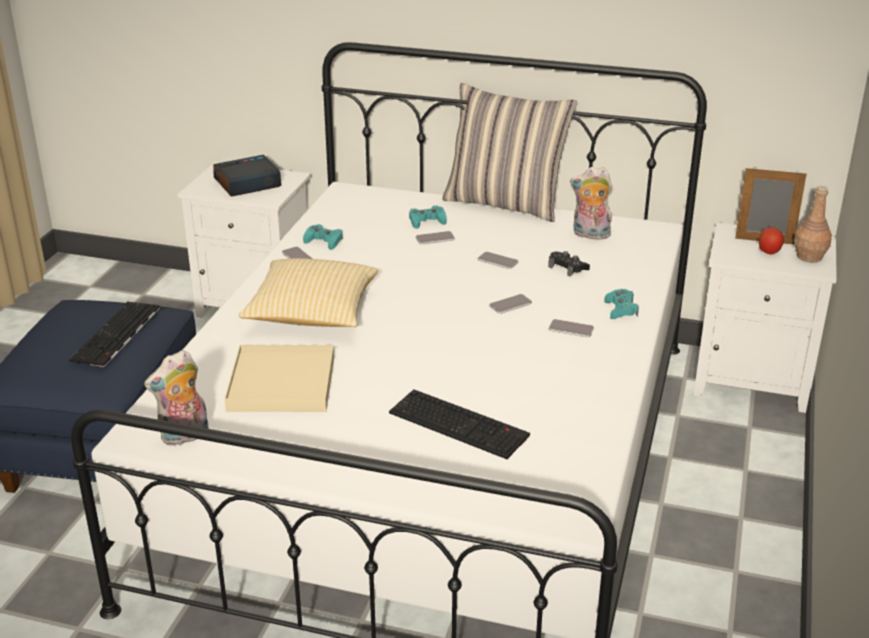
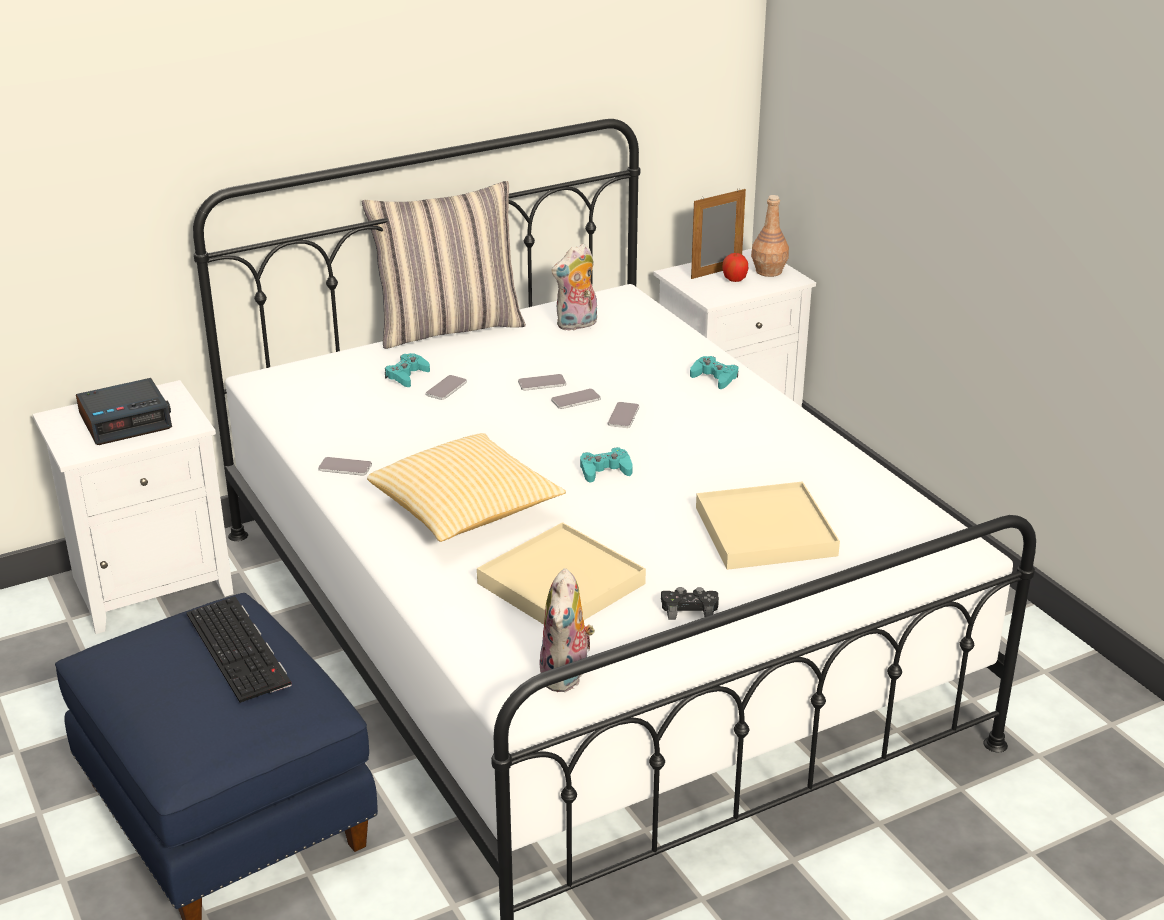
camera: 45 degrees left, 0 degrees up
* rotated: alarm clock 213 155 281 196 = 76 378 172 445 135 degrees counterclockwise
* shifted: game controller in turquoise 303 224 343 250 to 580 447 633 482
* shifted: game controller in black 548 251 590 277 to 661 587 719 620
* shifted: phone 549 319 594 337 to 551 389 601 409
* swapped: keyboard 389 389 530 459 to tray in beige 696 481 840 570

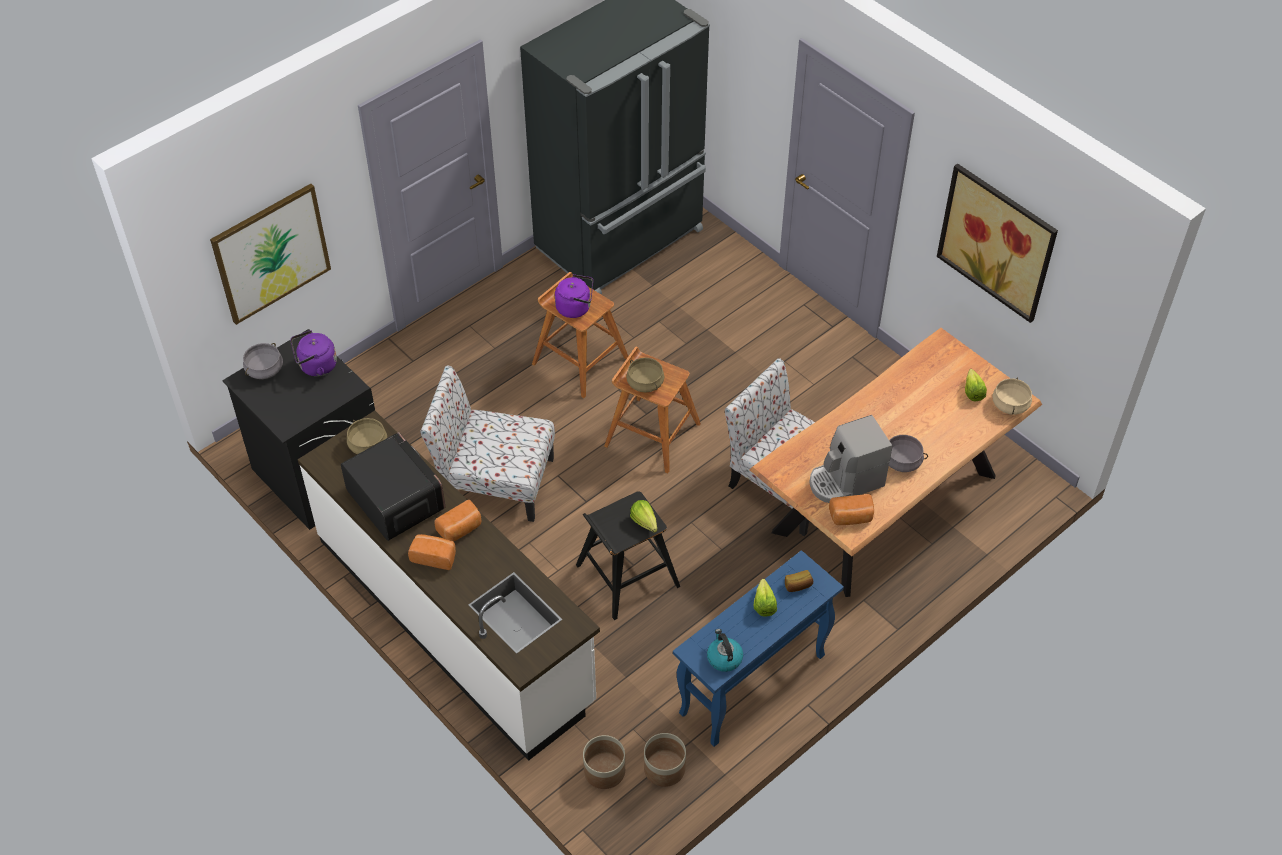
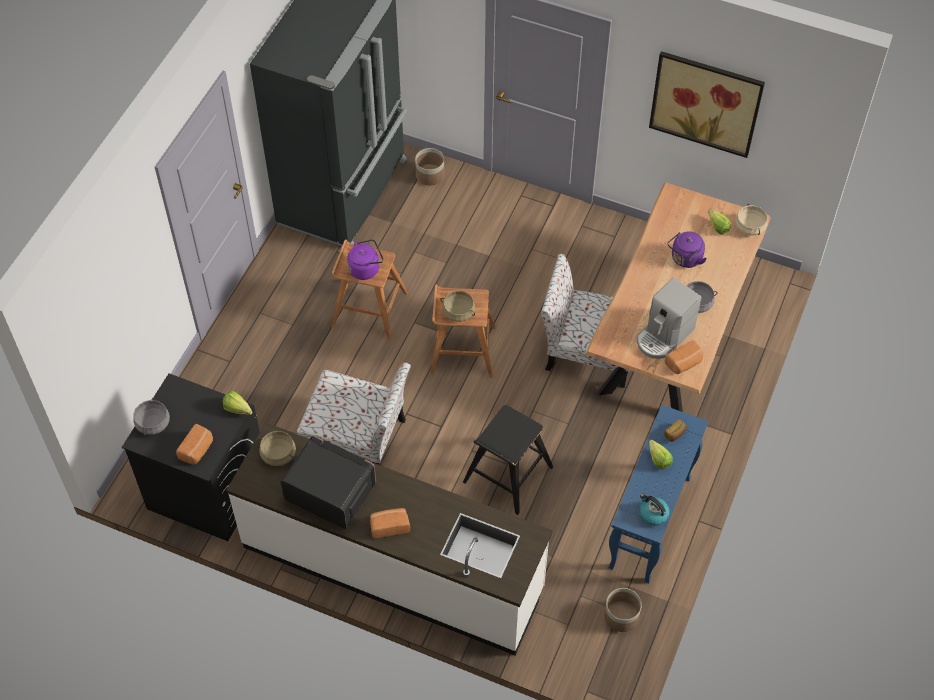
camera: 25 degrees left, 5 degrees up
* gone: picture 210 184 331 325
* shifted: kettle in purple 291 330 337 377 to 667 231 707 268
* rotated: chair 420 366 555 522 = 297 362 411 466 150 degrees counterclockwise
* shifted: bread 435 500 481 542 to 176 424 213 465
* shifted: lettuce 630 500 657 533 to 223 391 252 415
* shifted: planter 583 735 625 789 to 415 148 445 185

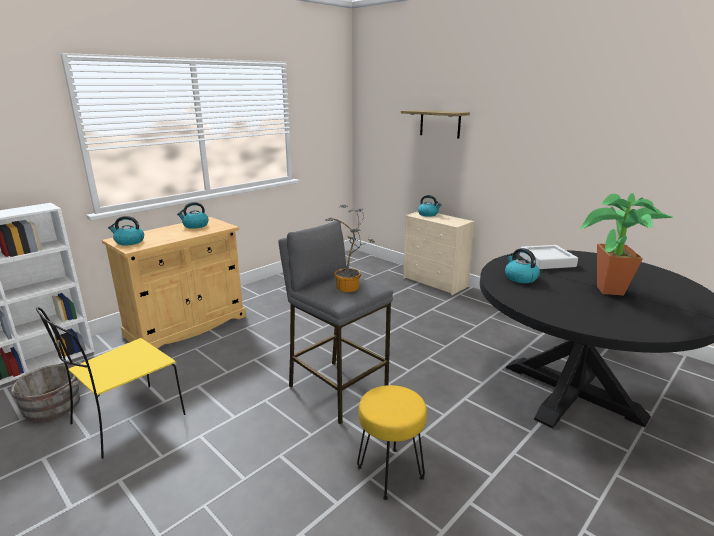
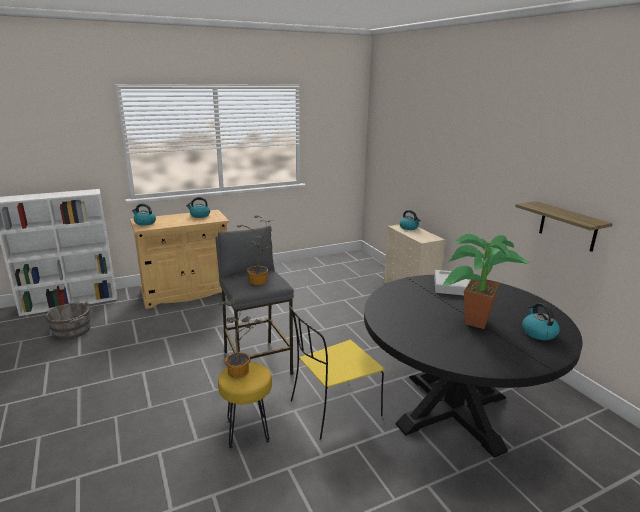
camera: 20 degrees right, 0 degrees up
* shifted: shelf 401 110 470 139 to 515 201 613 252
* shifted: kettle 505 248 540 283 to 522 303 560 340
* shifted: chair in yellow 36 307 186 459 to 289 306 385 440
* new: potted plant 219 297 264 378

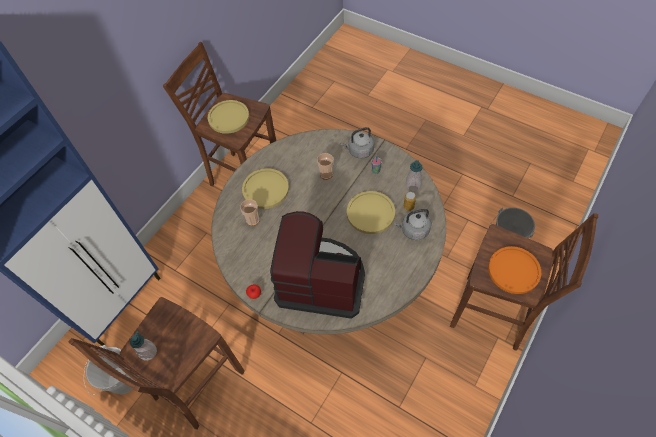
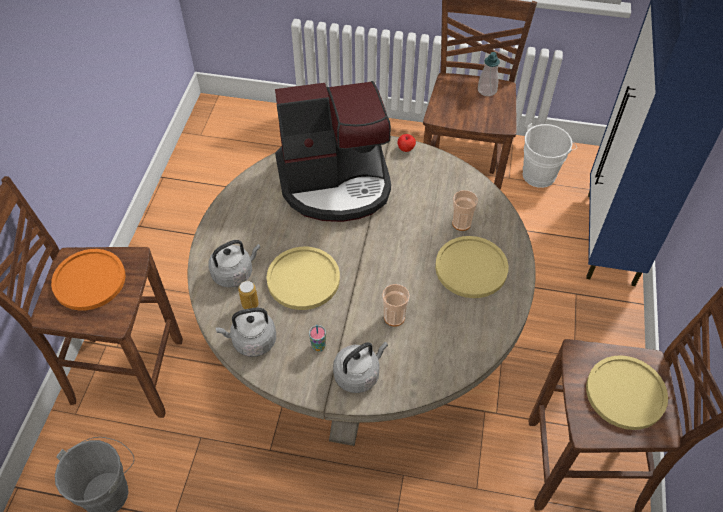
camera: 155 degrees right, 5 degrees down
* swapped: soap dispenser 406 160 423 191 to kettle in grey 216 308 276 357

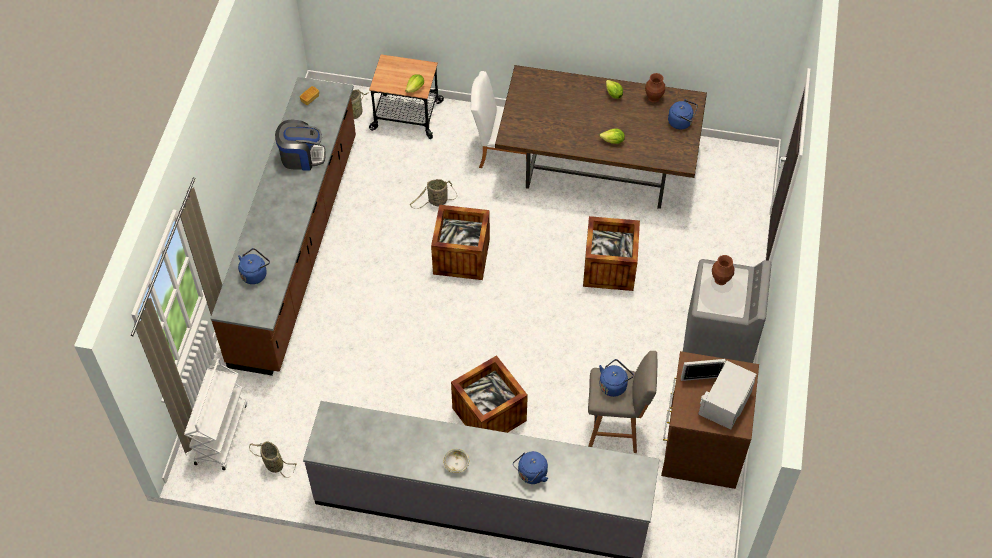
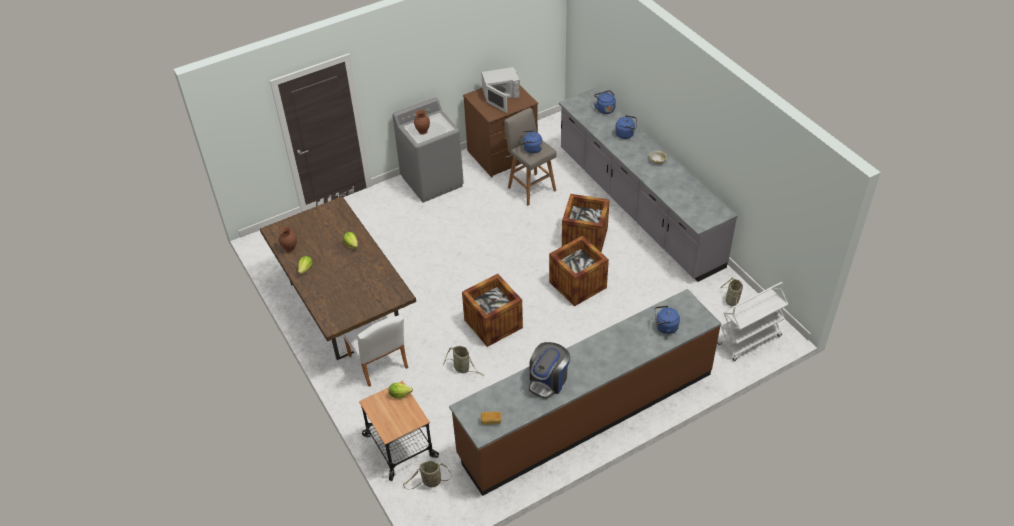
camera: 130 degrees left, 10 degrees down
* shifted: kettle in blue 668 99 698 130 to 594 90 616 114
* rotated: coffee machine 275 120 326 170 = 529 342 570 399 105 degrees counterclockwise
* shifted: crate 583 216 640 291 to 549 236 609 307

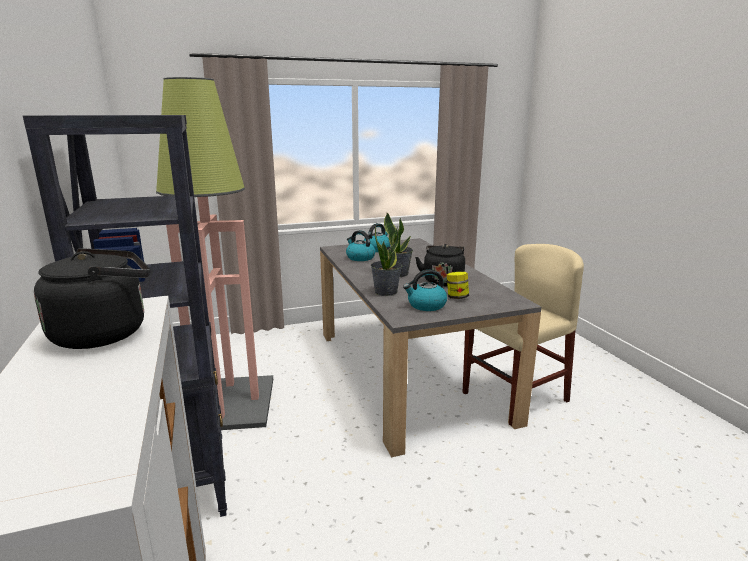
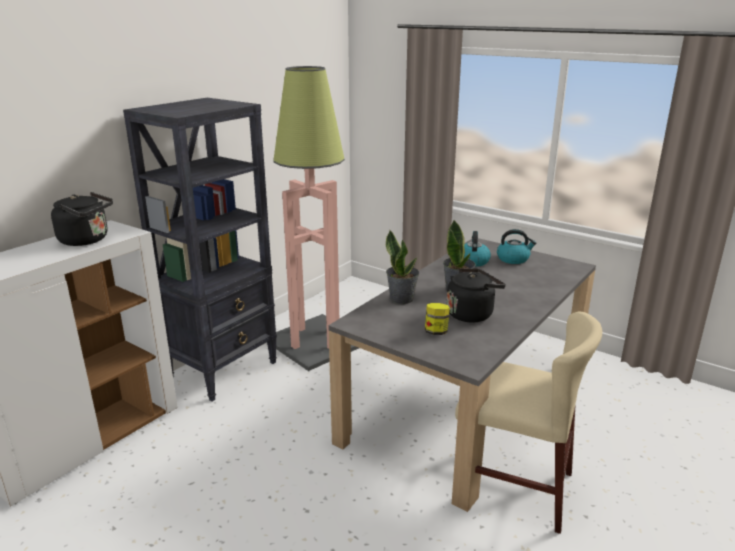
camera: 55 degrees right, 5 degrees up
* gone: kettle 403 270 447 311

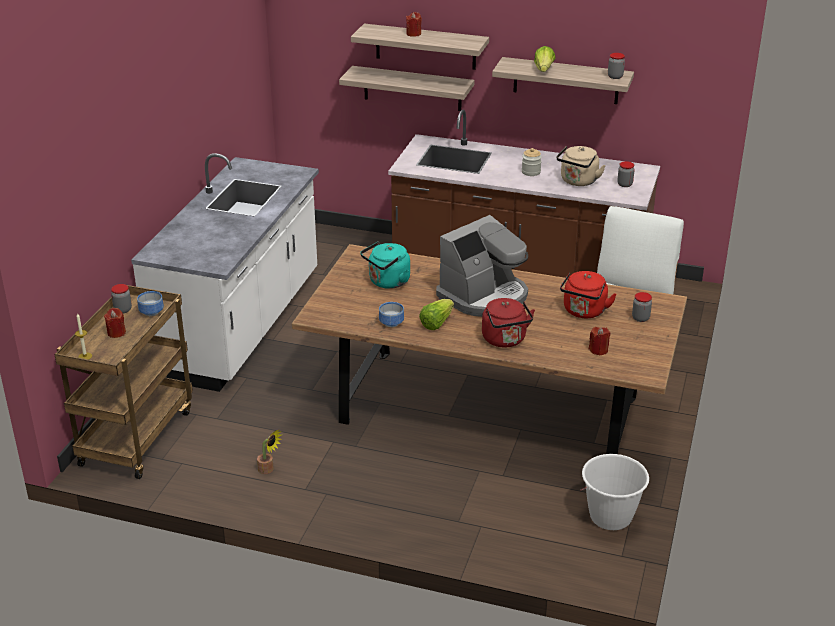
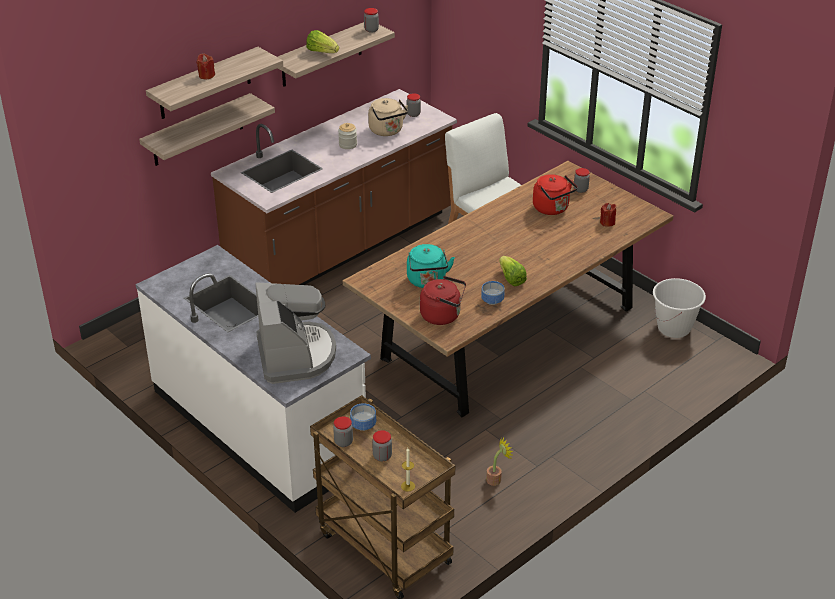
camera: 60 degrees left, 5 degrees up
* shifted: coffee machine 436 215 528 317 to 255 282 336 384
* shifted: kettle in red 482 298 535 348 to 420 276 466 325
* swapped: candle in red 104 308 126 338 to jar 372 430 392 461

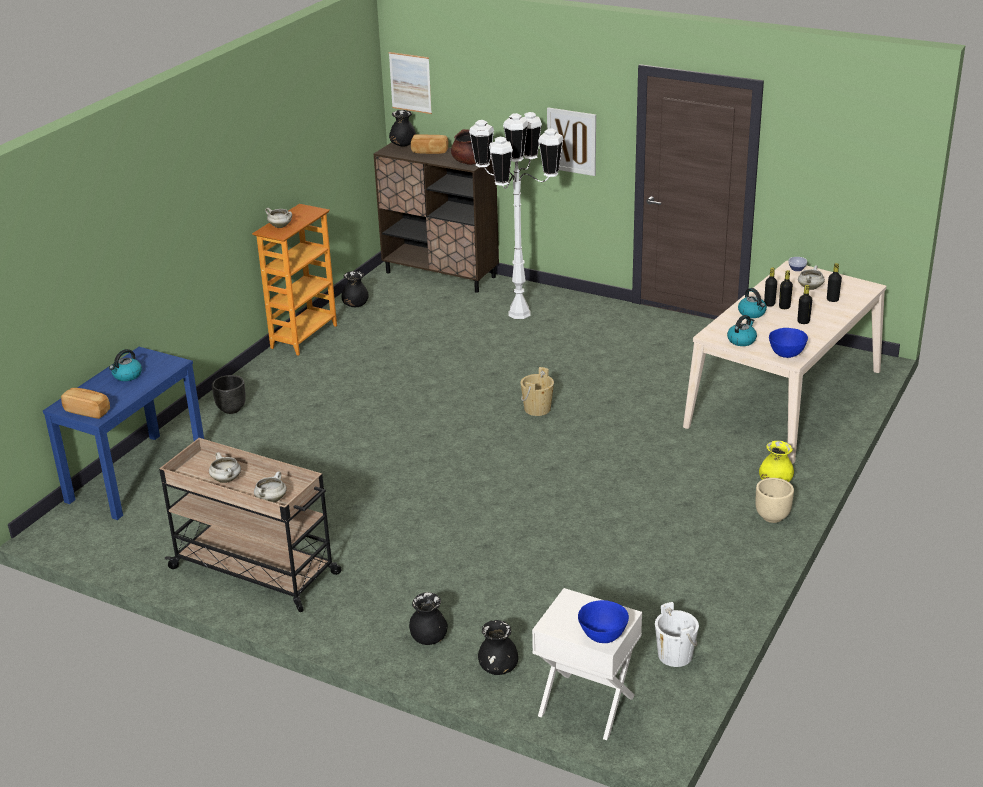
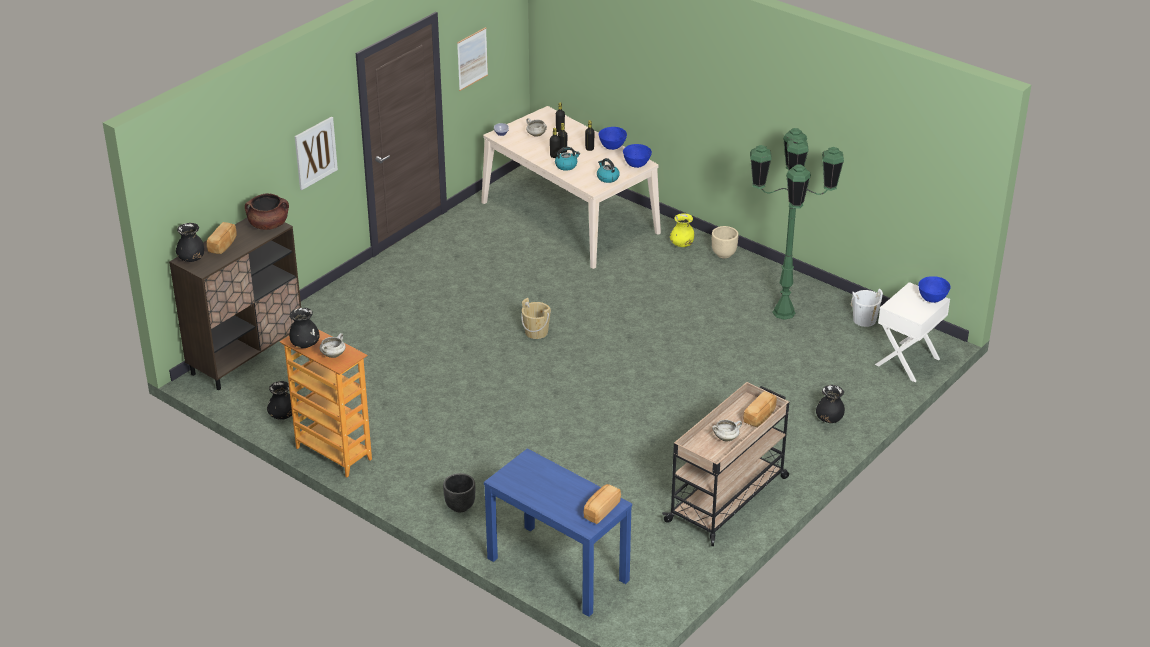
camera: 80 degrees left, 5 degrees up
* shifted: picture 389 52 432 114 to 457 27 488 91
* gone: floor lamp in white 469 112 564 319
* gone: kettle 109 349 142 381
* swapped: cooking pot in white 254 471 287 503 to bread 743 391 777 427
* shifted: vase in black 478 620 518 675 to 289 308 319 348
* new: bowl in blue 599 127 627 150
* new: floor lamp in green 750 128 844 320

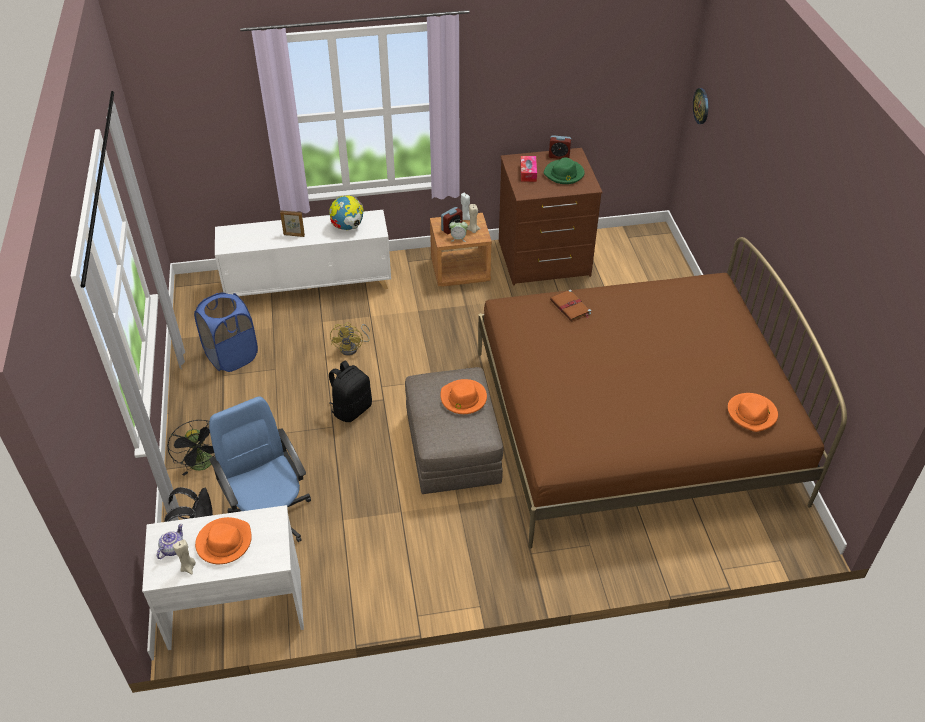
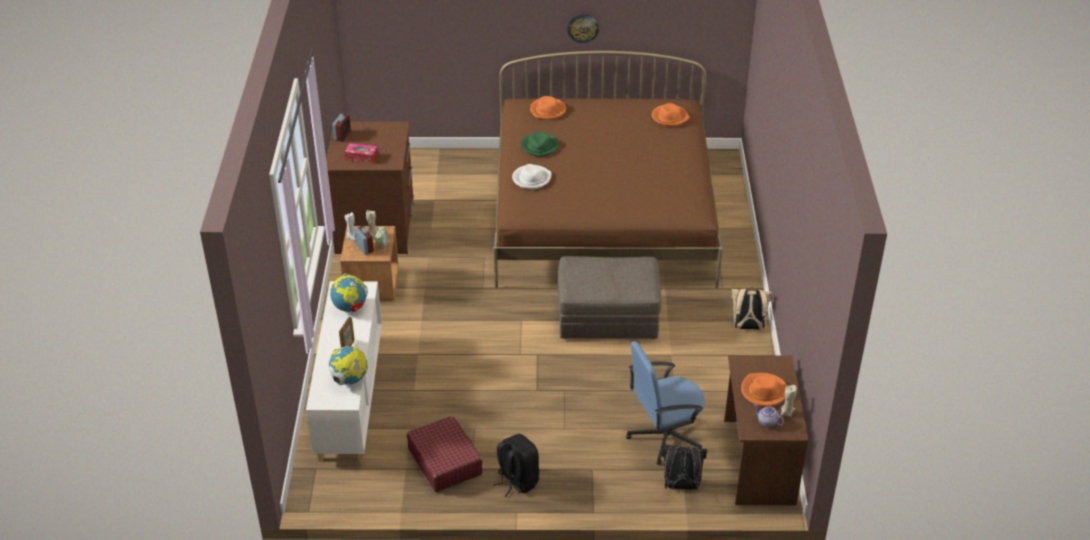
camera: 80 degrees left, 5 degrees down
* shifted: wall clock 693 88 708 124 to 567 14 599 43
* shifted: hat in green 543 157 585 184 to 521 132 559 157
* swapped: book in brown 550 289 591 321 to hat in white 512 164 551 189
* swapped: laundry basket in blue 194 293 258 372 to suitcase in red 407 416 483 492
* gone: fan in yellow 330 322 370 356
* shifted: backpack in black 329 361 372 422 to 493 434 539 497
* shifted: hat in orange 441 379 487 414 to 530 96 566 120
* gone: fan in black 167 420 215 476
* repainted: desk in white 142 505 304 650 to desk in brown 724 355 808 505
* new: backpack in beige 731 287 772 330
* new: globe 329 346 368 385

